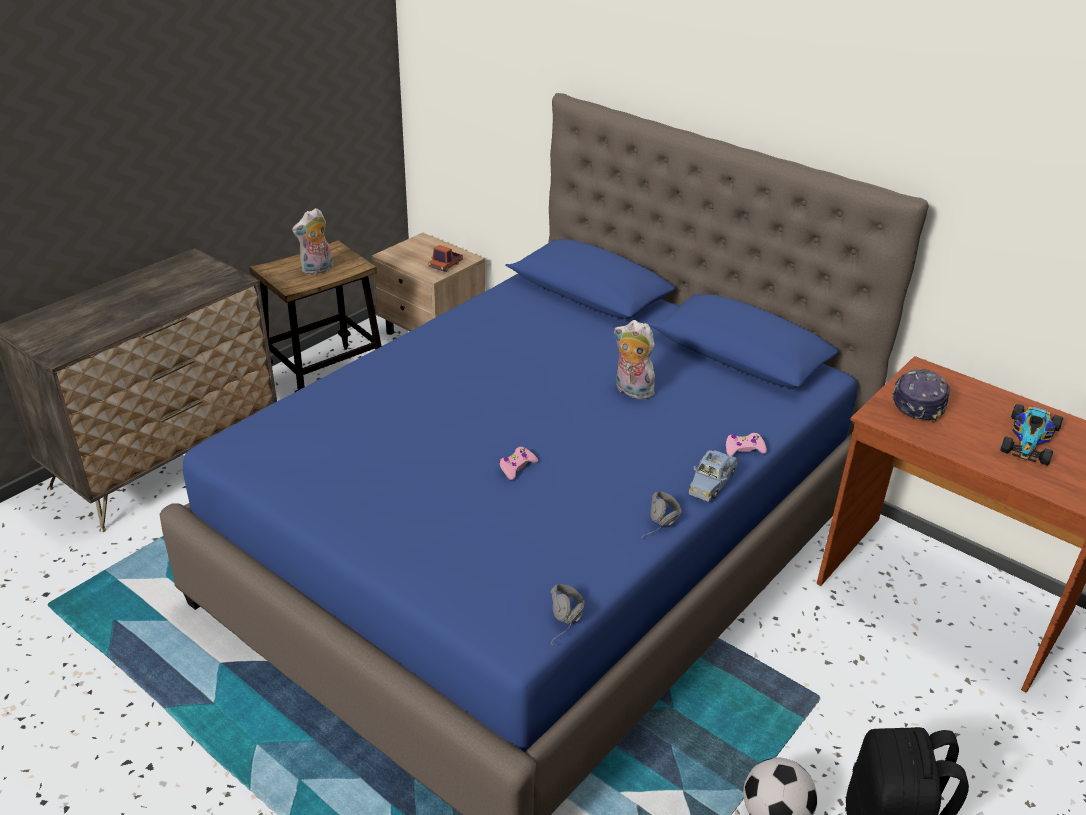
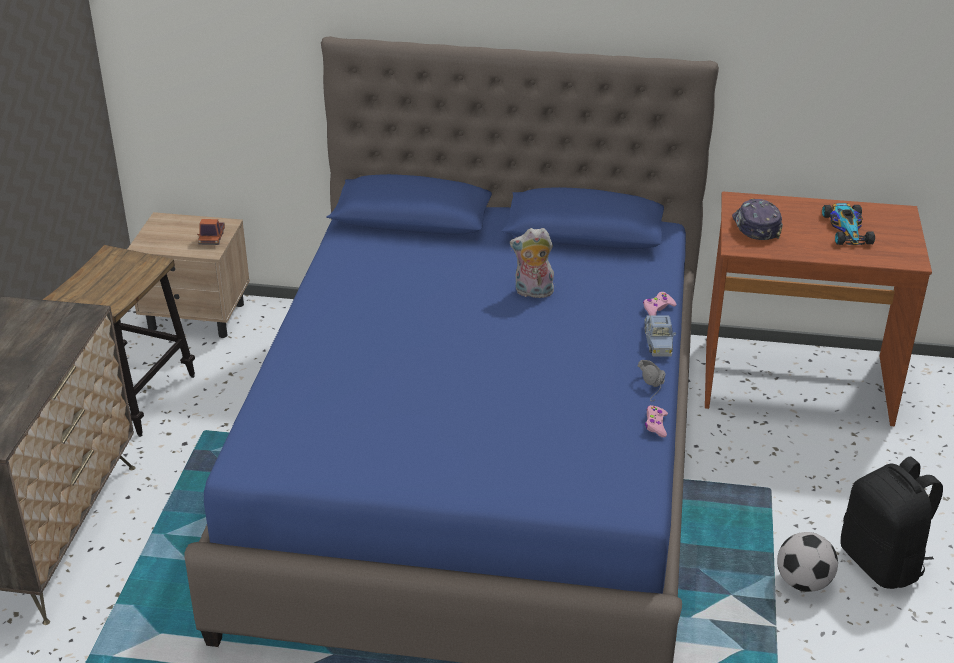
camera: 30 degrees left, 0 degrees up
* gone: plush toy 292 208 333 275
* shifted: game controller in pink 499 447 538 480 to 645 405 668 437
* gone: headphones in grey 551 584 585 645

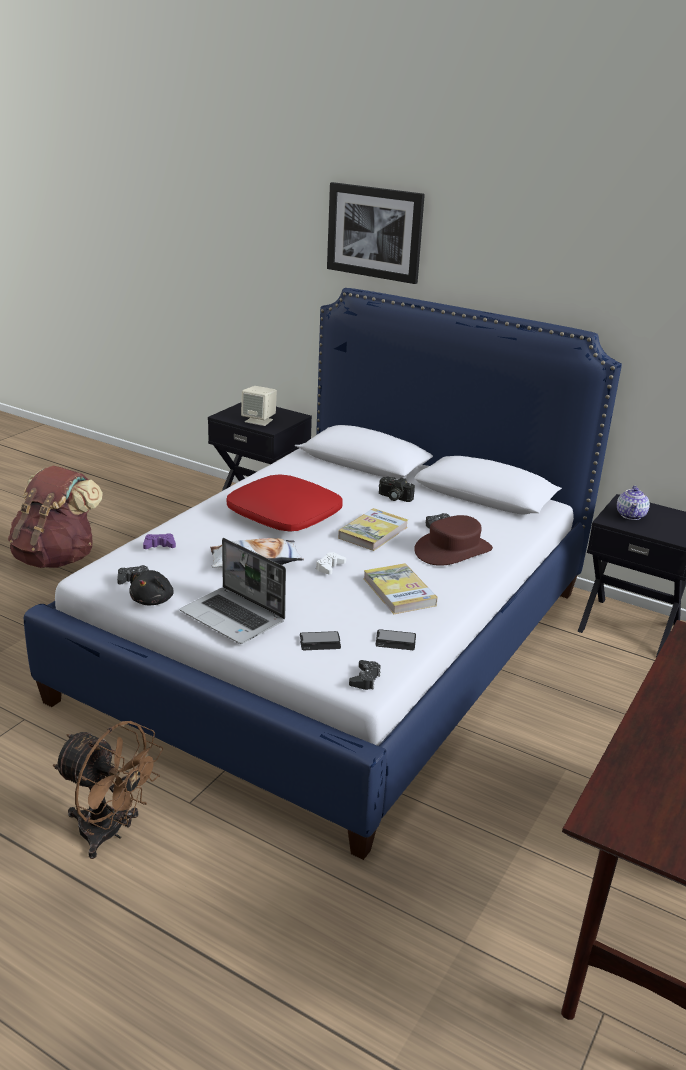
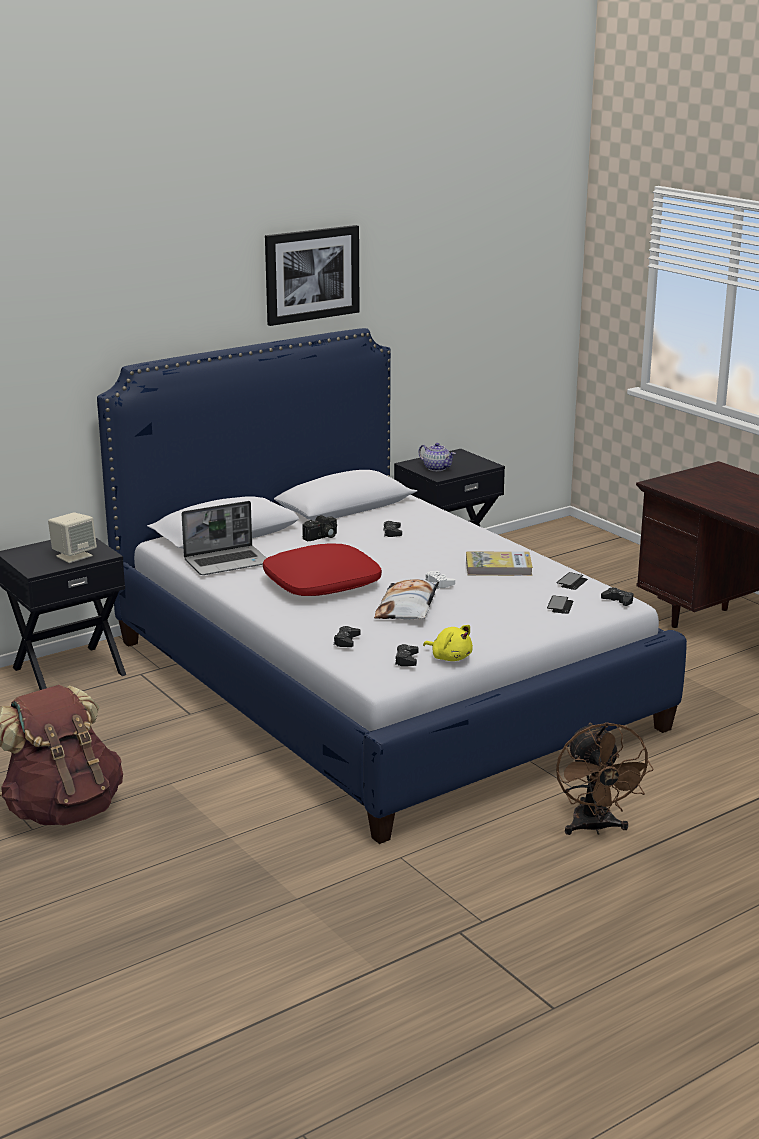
camera: 65 degrees left, 5 degrees down
* shifted: picture 327 182 425 284 to 265 225 360 326
* gone: book 338 508 408 551
* gone: hat in brown 414 515 493 566
* repainted: game controller in purple 143 533 176 549 to game controller in black 334 626 361 647
* shifted: laptop 180 538 286 644 to 182 501 266 575
* repainted: plush toy in black 129 570 174 605 to plush toy in yellow 423 625 473 661
* rotated: fan in brown 53 721 163 859 = 556 722 654 835 120 degrees clockwise

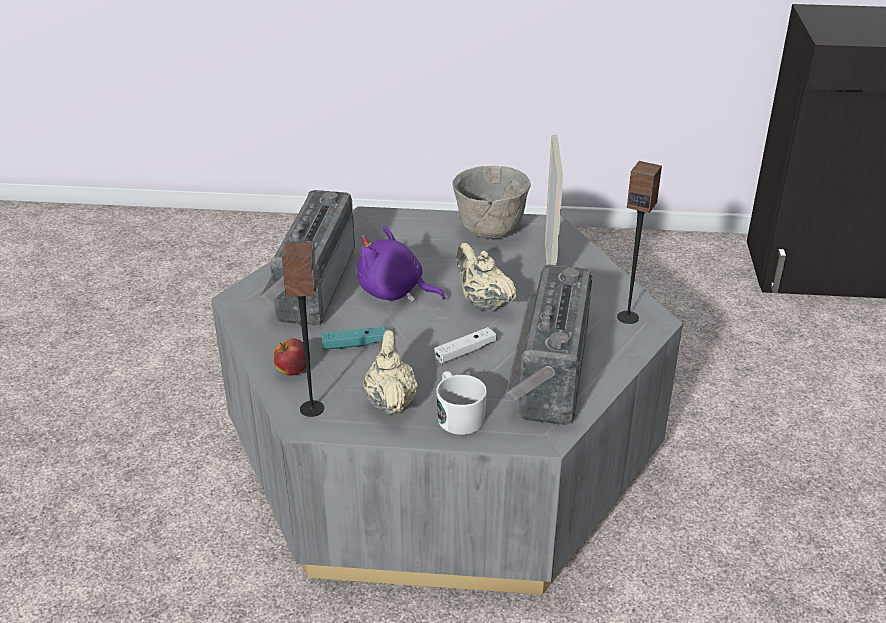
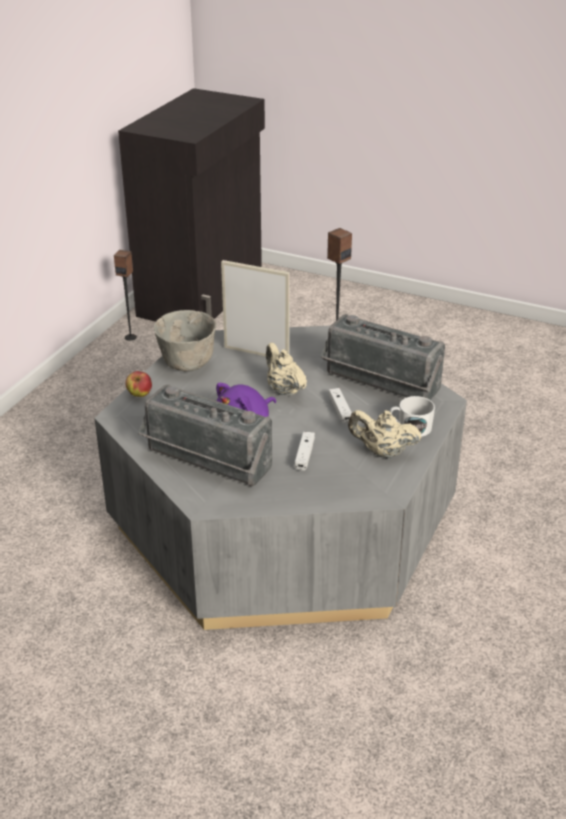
camera: 70 degrees left, 0 degrees up
* shifted: speaker 282 242 324 417 to 114 250 137 340
* rotated: teapot in beige 456 243 516 310 = 266 343 307 396 75 degrees clockwise
* repainted: game controller in turquoise 321 327 386 350 to game controller in white 295 432 315 471
* shifted: apple 274 338 310 376 to 125 371 152 397

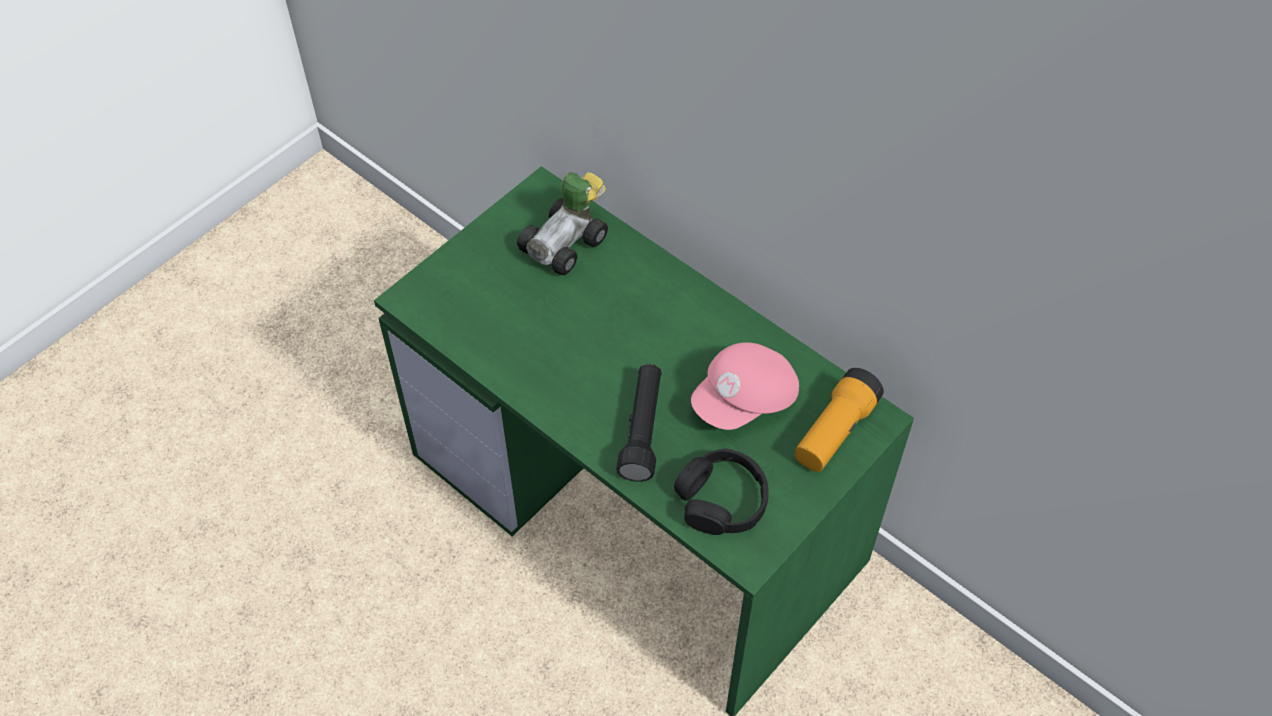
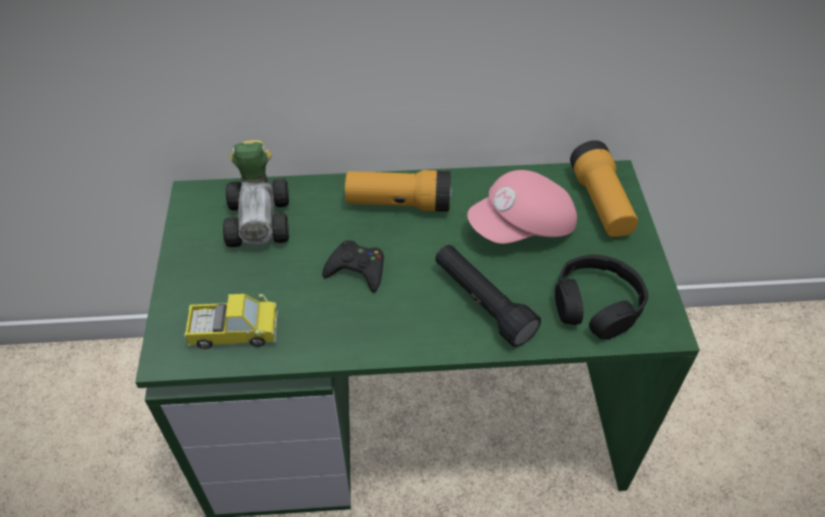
camera: 45 degrees left, 5 degrees down
* rotated: cap in pink 691 342 799 430 = 467 170 577 244 60 degrees clockwise
* new: flashlight 345 170 451 212
* new: game controller in black 322 240 384 293
* new: toy truck 184 294 278 349

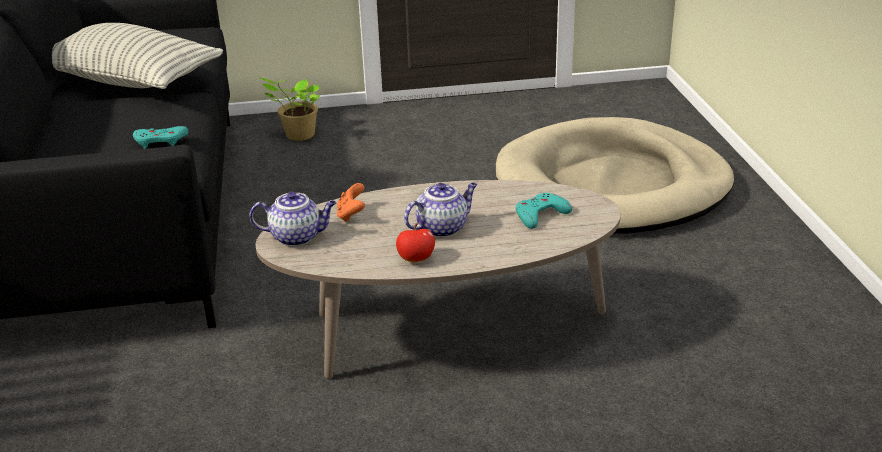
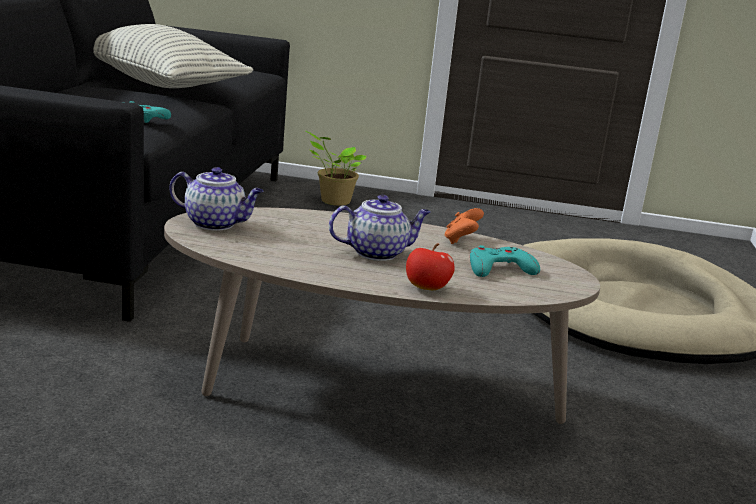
camera: 15 degrees right, 10 degrees down
* shifted: game controller in orange 337 183 365 222 to 444 208 484 244
* shifted: apple 396 223 435 262 to 406 243 455 290

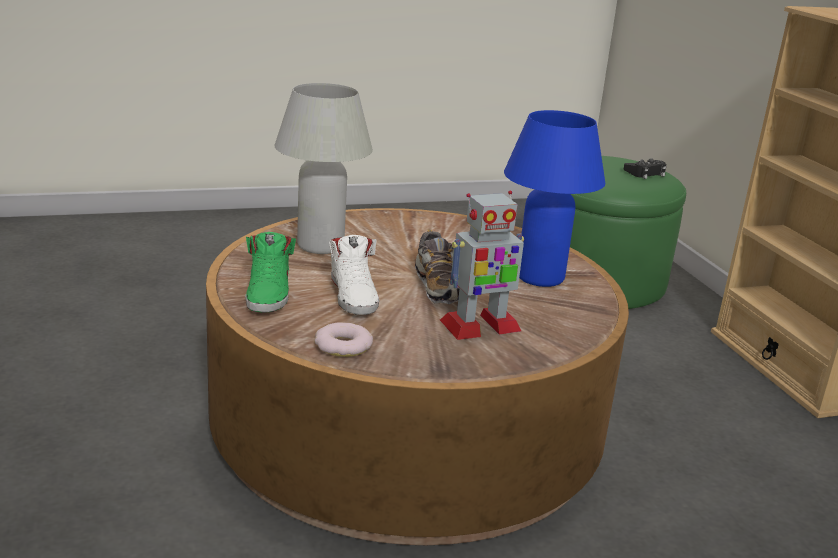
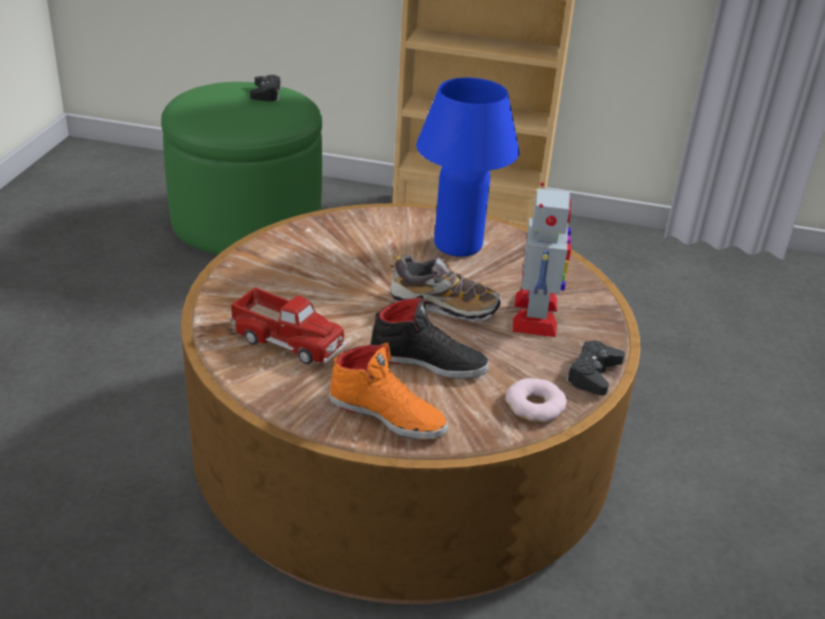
camera: 60 degrees left, 10 degrees up
* swapped: table lamp in white 274 83 373 254 to toy truck 230 287 348 364
* repainted: shoe in green 245 232 296 313 to shoe in orange 329 343 448 440
* repainted: shoe in white 329 235 379 315 to shoe in black 370 295 489 379
* new: game controller in black 566 341 625 396

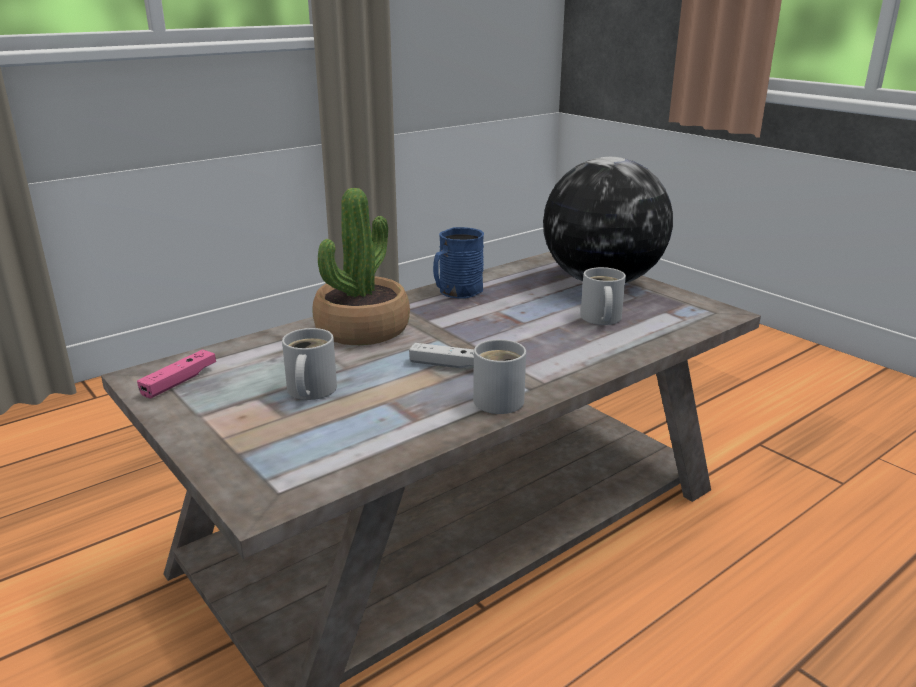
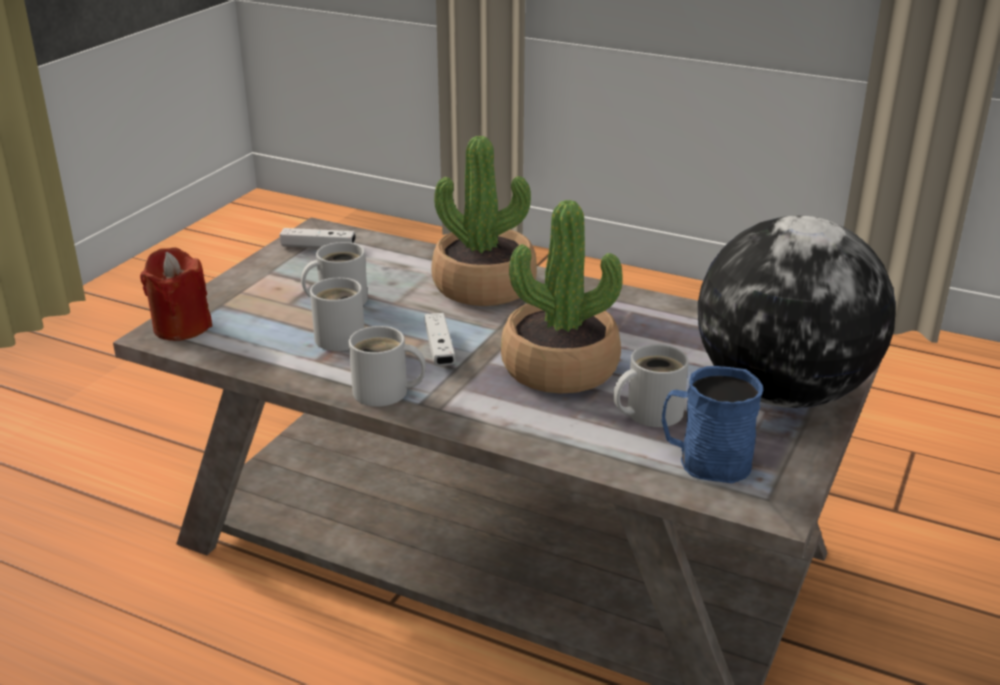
camera: 65 degrees right, 5 degrees up
* shifted: mug in blue 433 227 484 298 to 662 366 763 483
* repainted: game controller in pink 137 349 216 399 to game controller in white 280 228 355 248
* new: potted plant 501 200 623 393
* new: candle in red 140 247 212 341
* new: mug in white 310 277 364 351

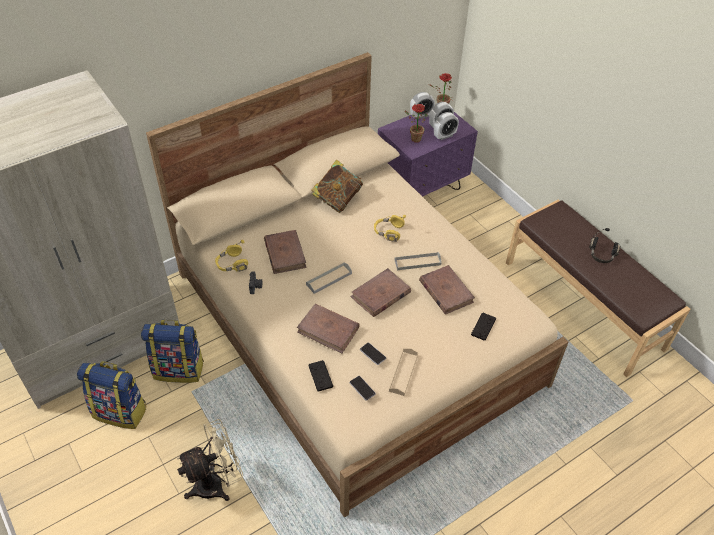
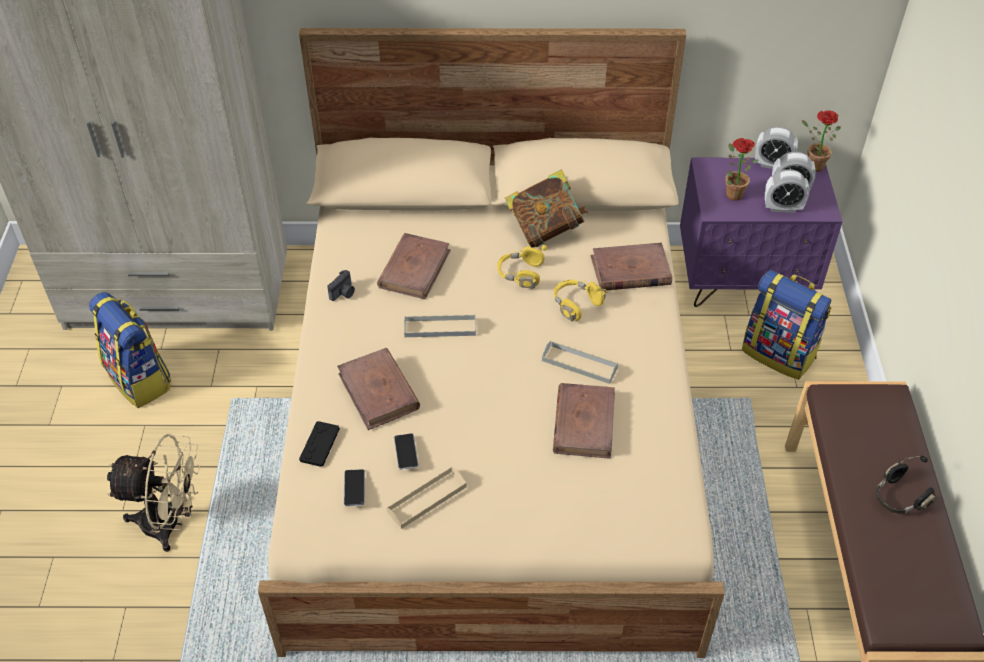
camera: 35 degrees right, 0 degrees up
* shifted: headphones in yellow 215 240 248 272 to 497 245 547 288
* shifted: book in brown 350 268 411 317 to 591 243 672 291
* gone: game controller in black 471 313 496 341
* shifted: backpack 141 320 204 383 to 742 270 831 380

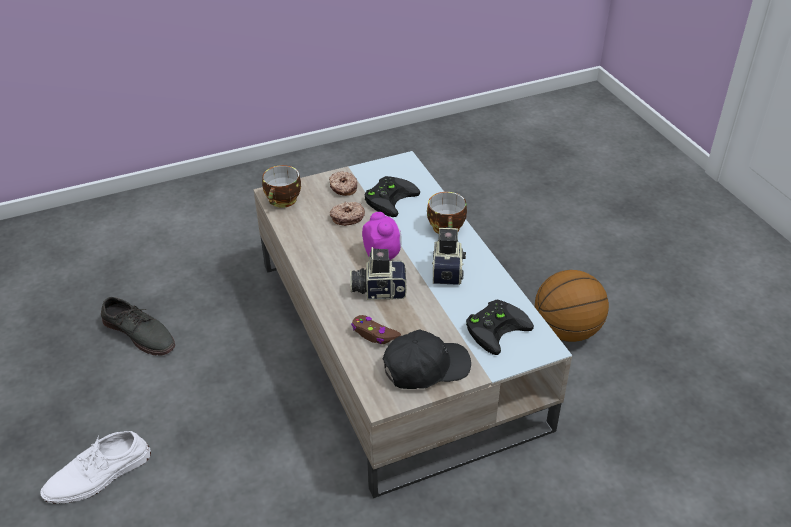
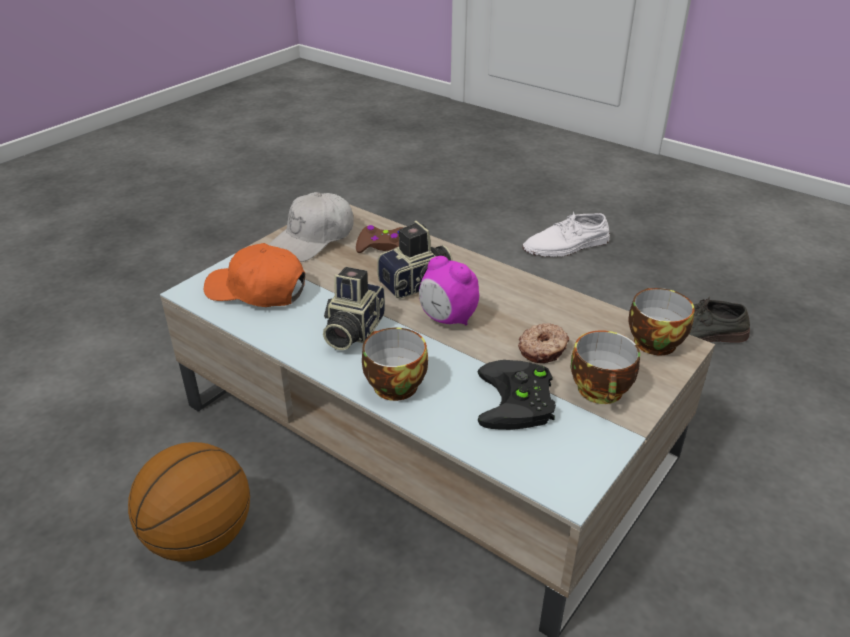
camera: 150 degrees right, 5 degrees down
* swapped: donut 329 171 357 196 to cup 571 330 640 404
* rotated: photo camera 432 227 466 285 = 323 267 385 350 45 degrees clockwise
* swapped: game controller in black 466 299 534 355 to cap in orange 204 243 305 307
* repainted: cap in black 383 330 471 389 to cap in white 268 192 354 262
* rotated: shoe in white 41 431 151 504 = 522 212 610 257 135 degrees counterclockwise

